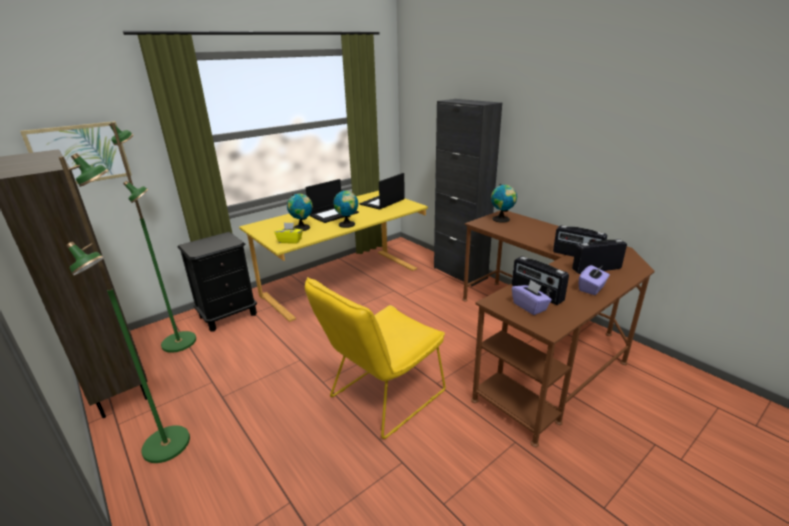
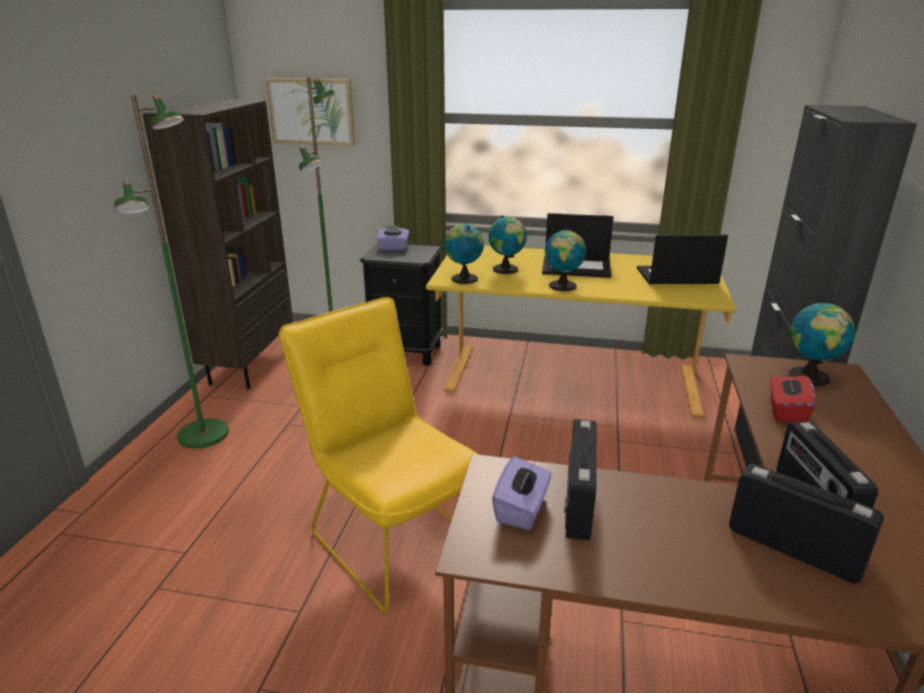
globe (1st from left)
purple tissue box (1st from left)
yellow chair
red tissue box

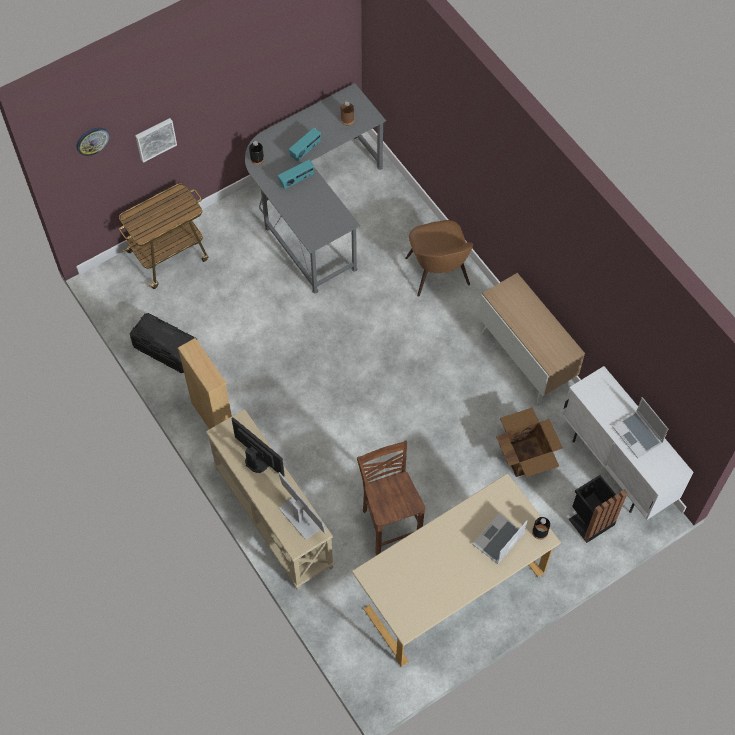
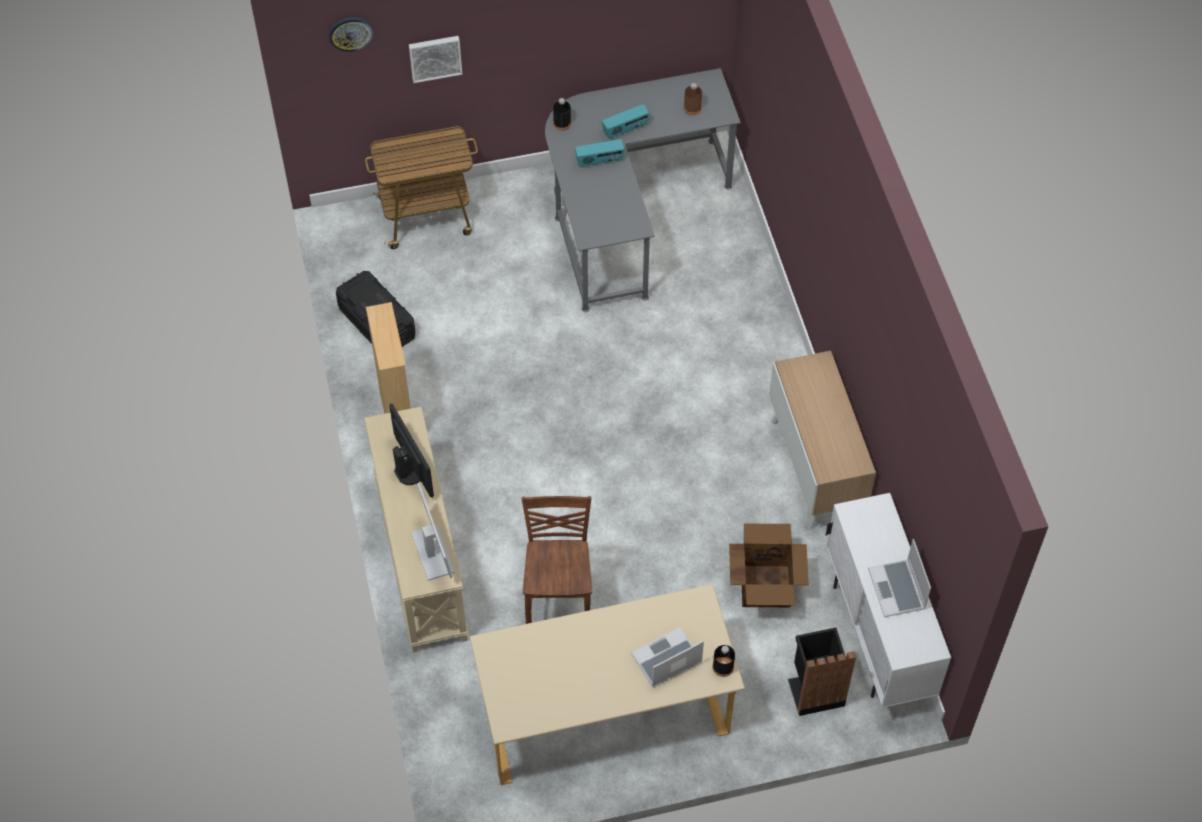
brown chair

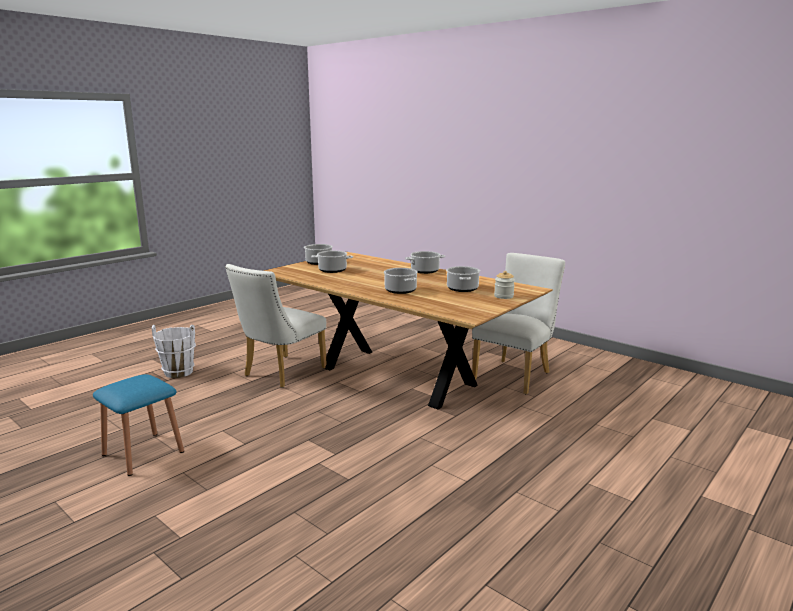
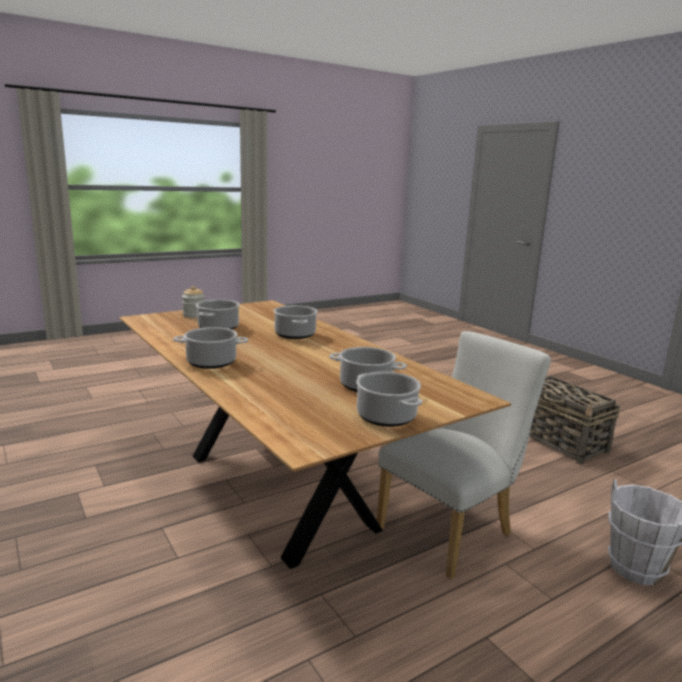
white chair (2nd from left in the first image)
basket

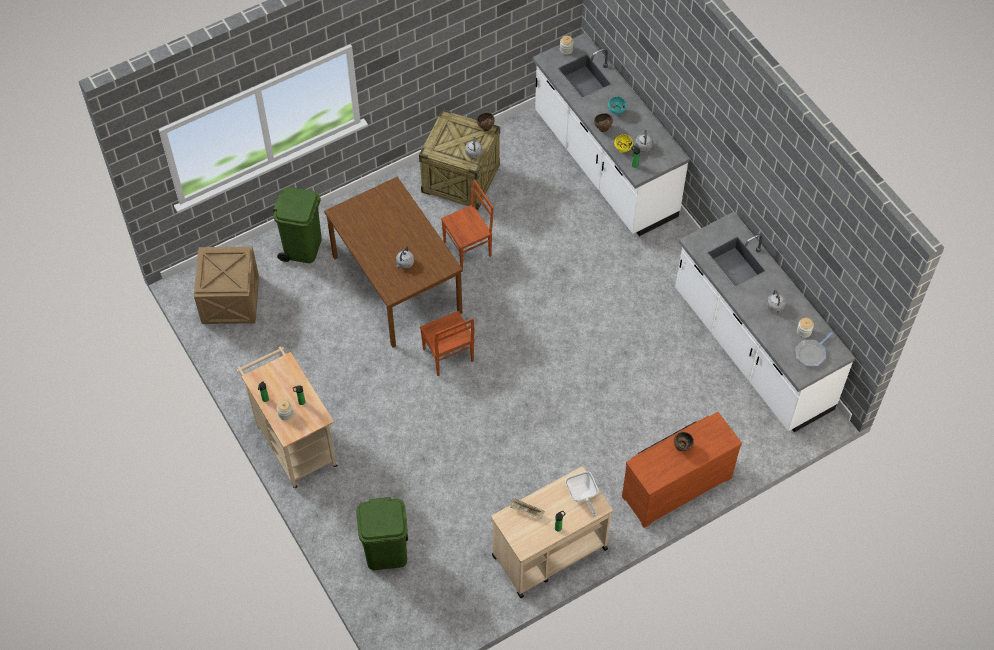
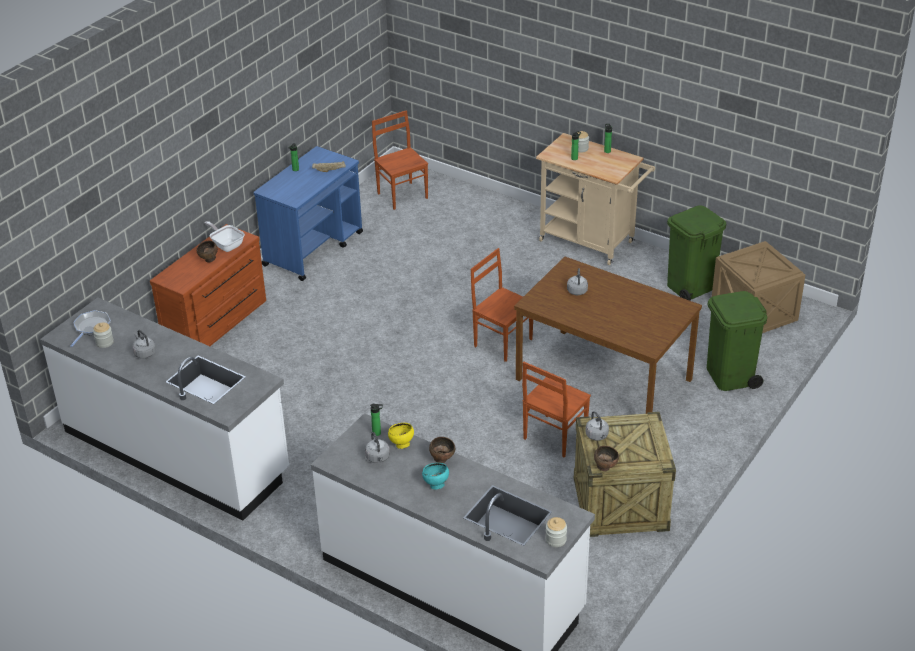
blue cart
frying pan (2nd from left)
green trash can (1st from left)
brown chair (1st from left)

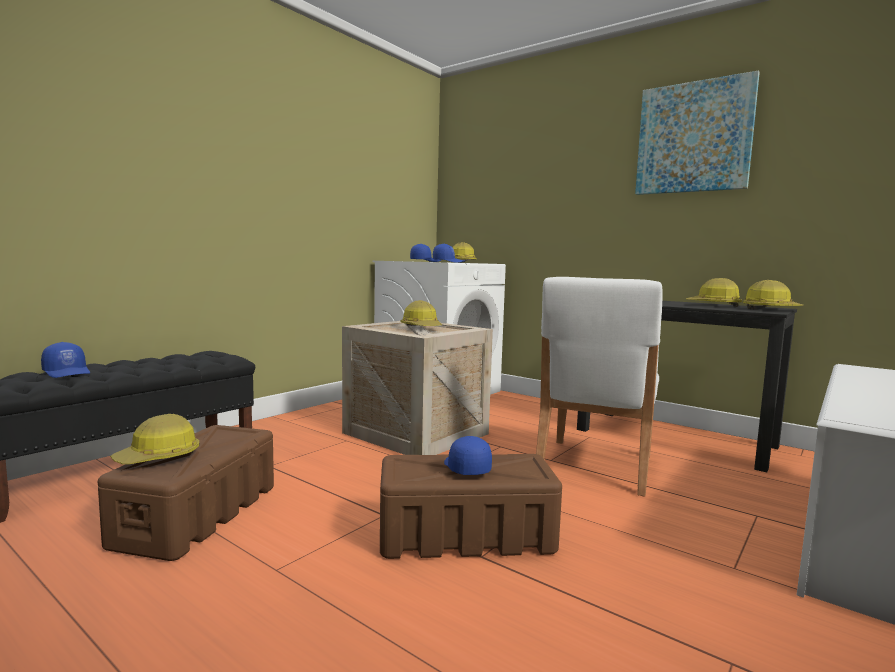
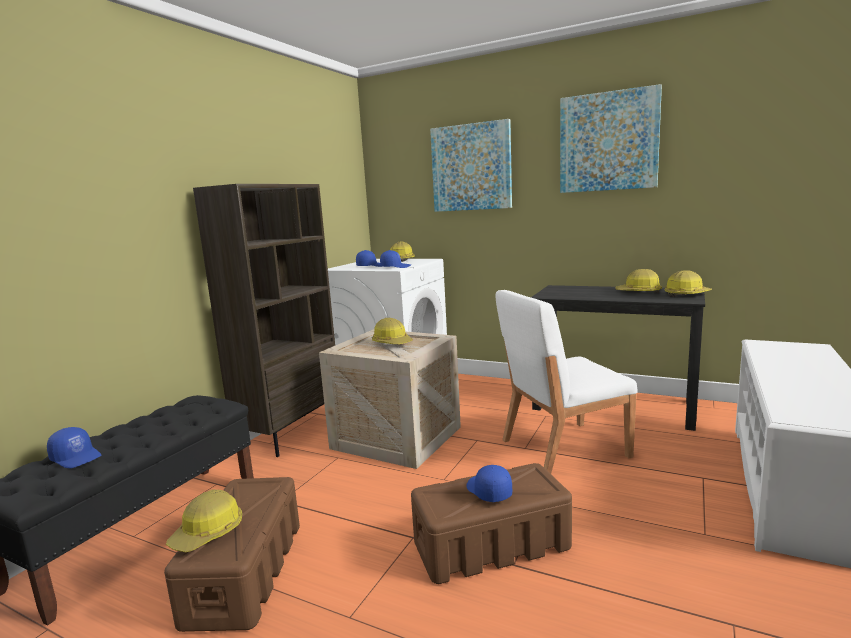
white chair
picture (1st from left)
brown bookcase

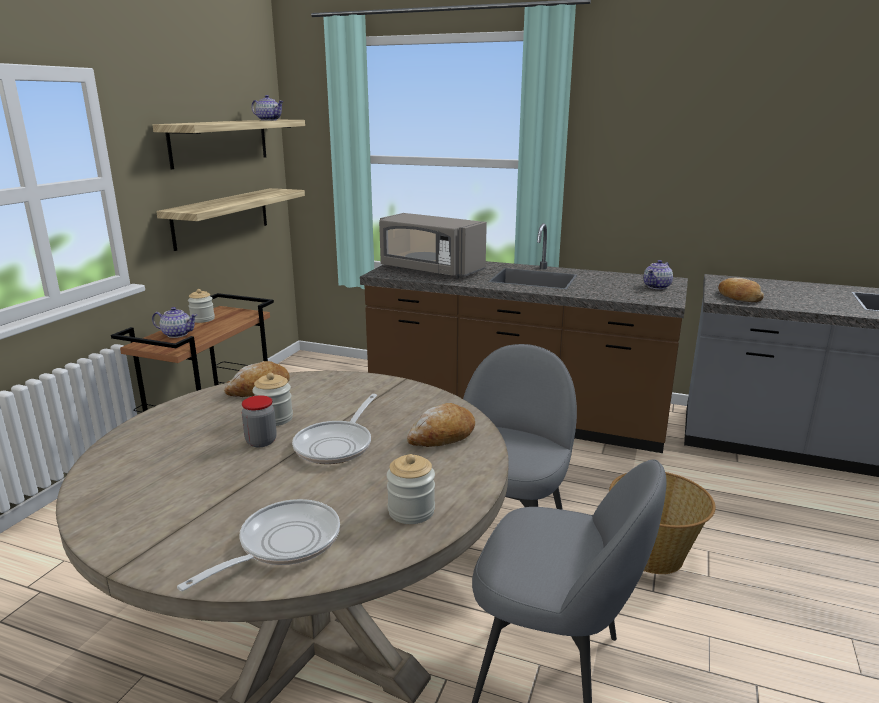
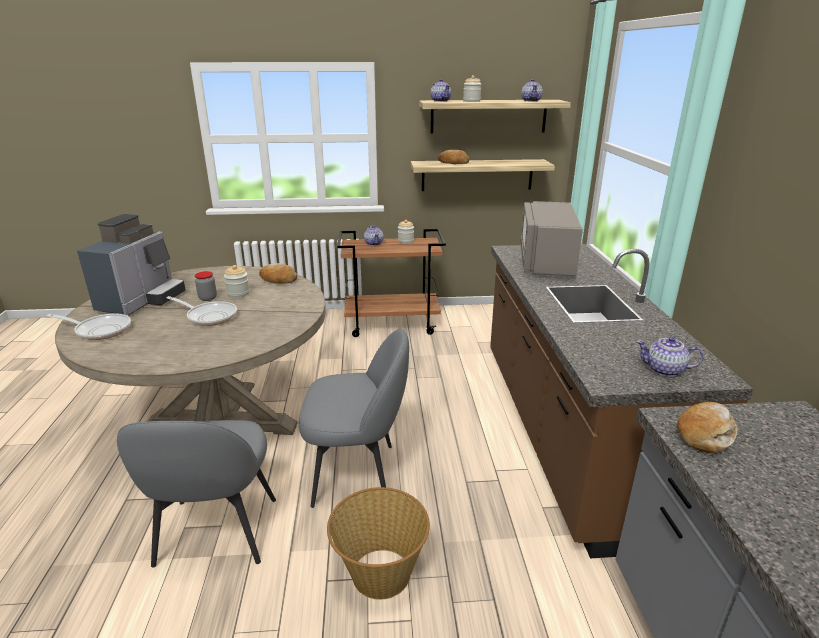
frying pan (2nd from left)
bread (2nd from left)
jar (4th from left)
teapot (2nd from left)
coffee machine

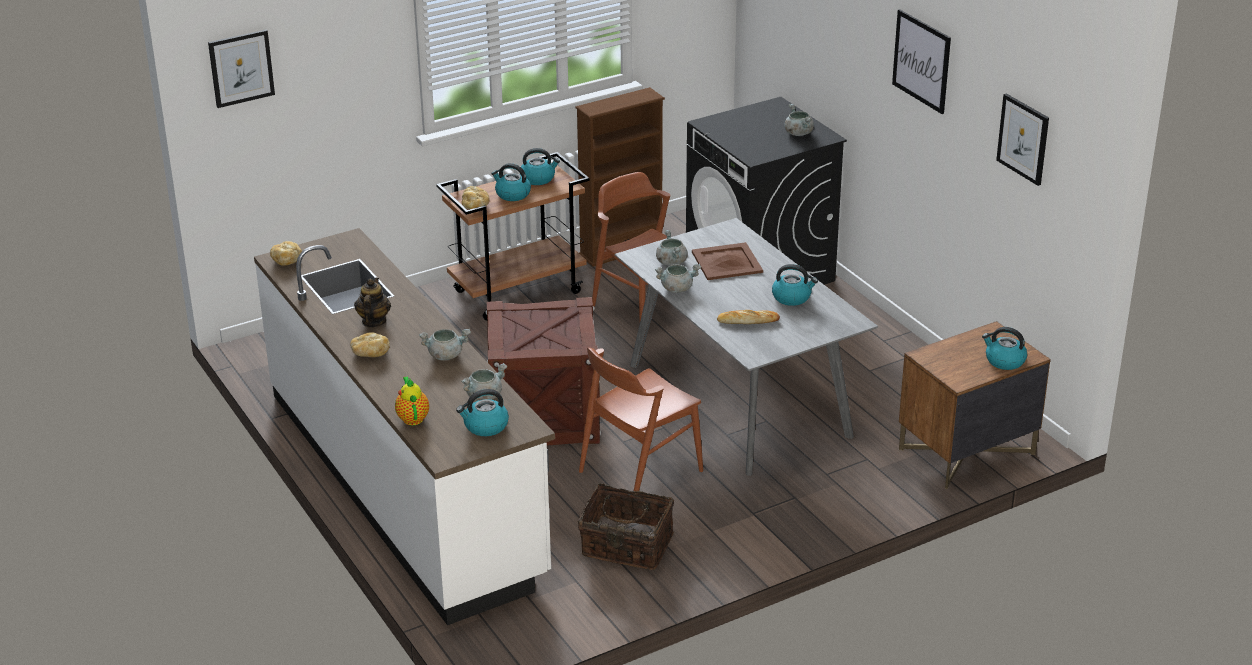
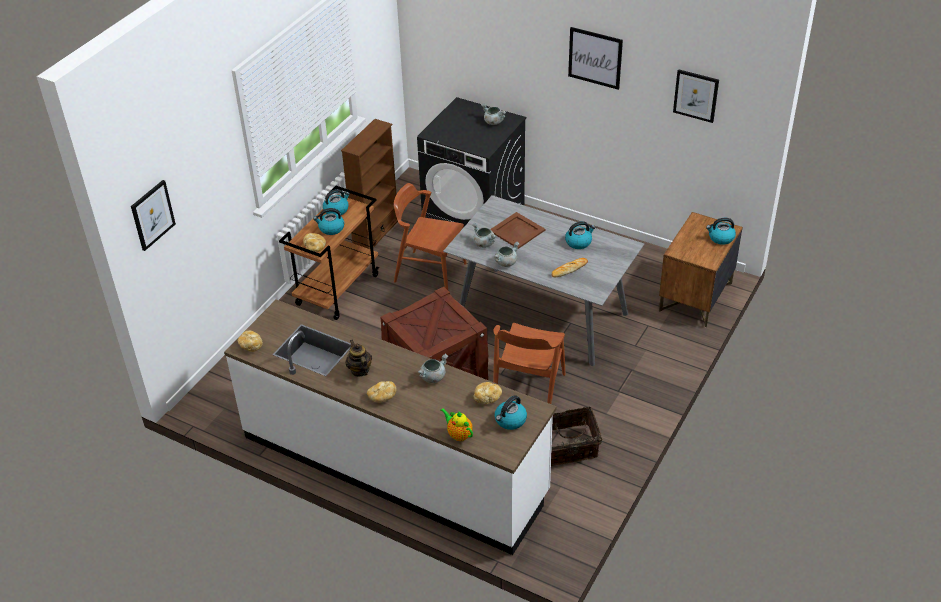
bread (4th from left)

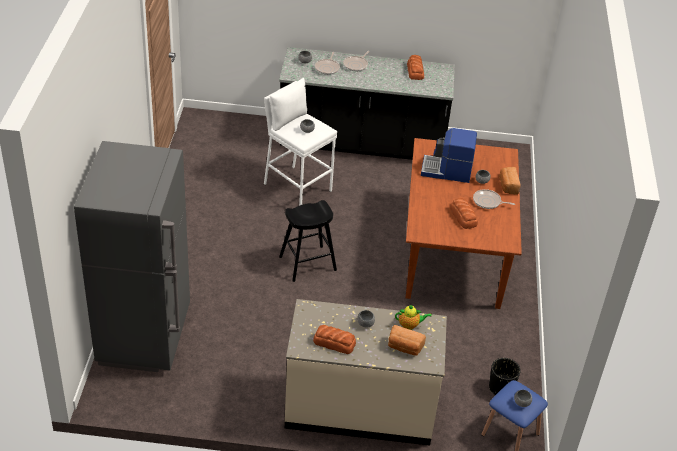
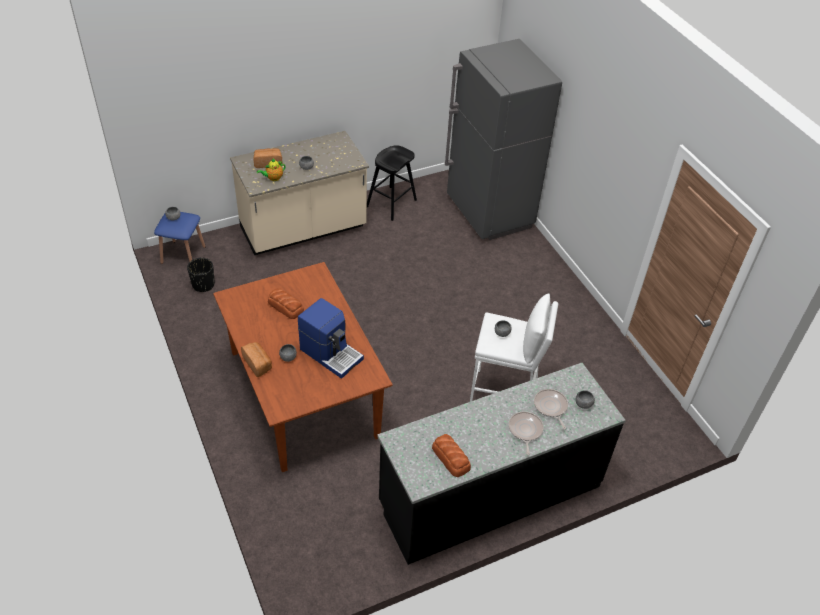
coffee machine
frying pan (3rd from left in the first image)
black stool
bread (1st from left in the first image)

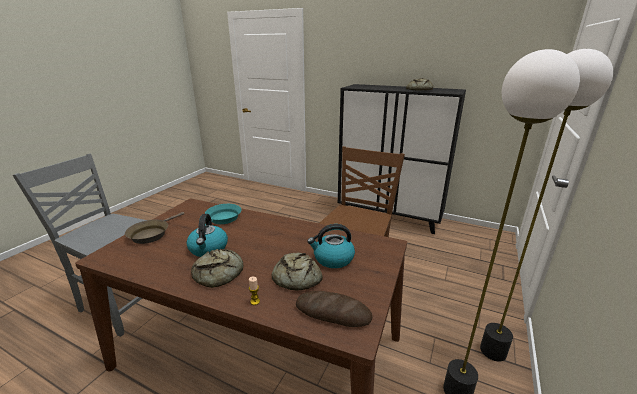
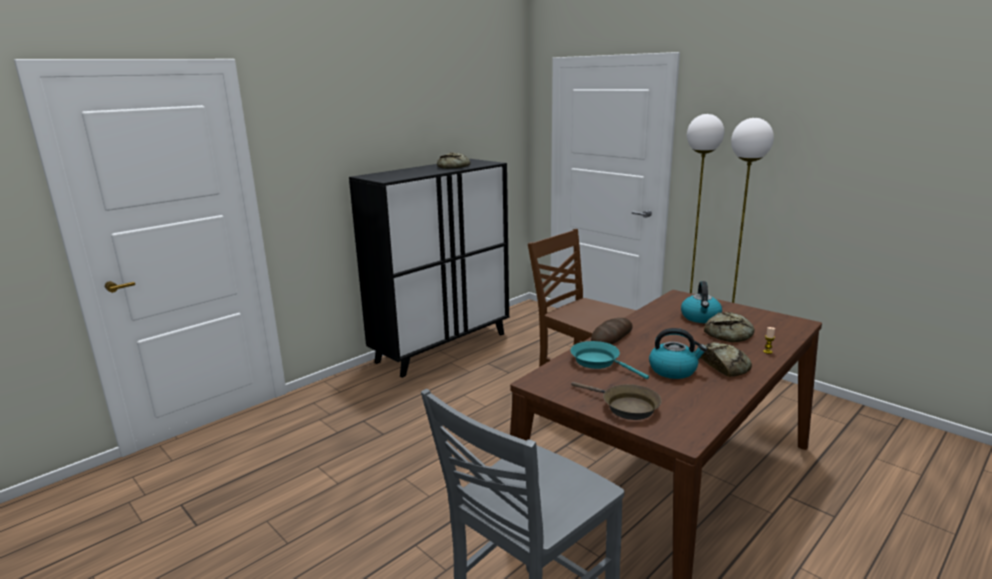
bread (2nd from left)

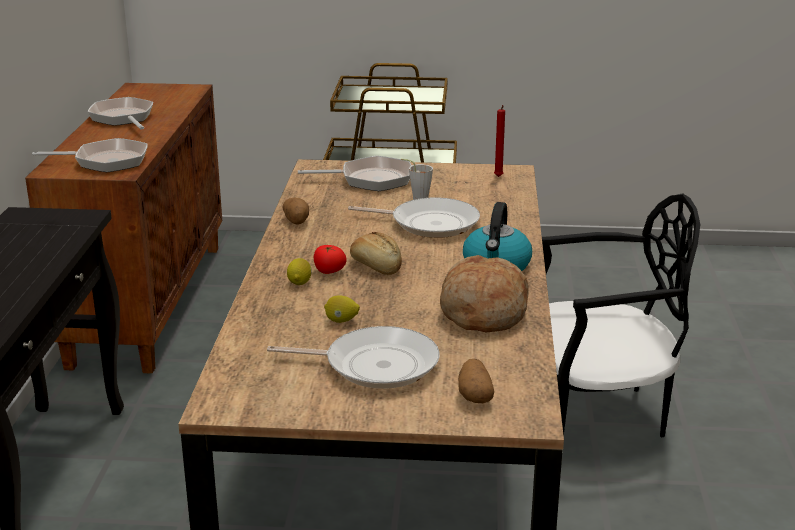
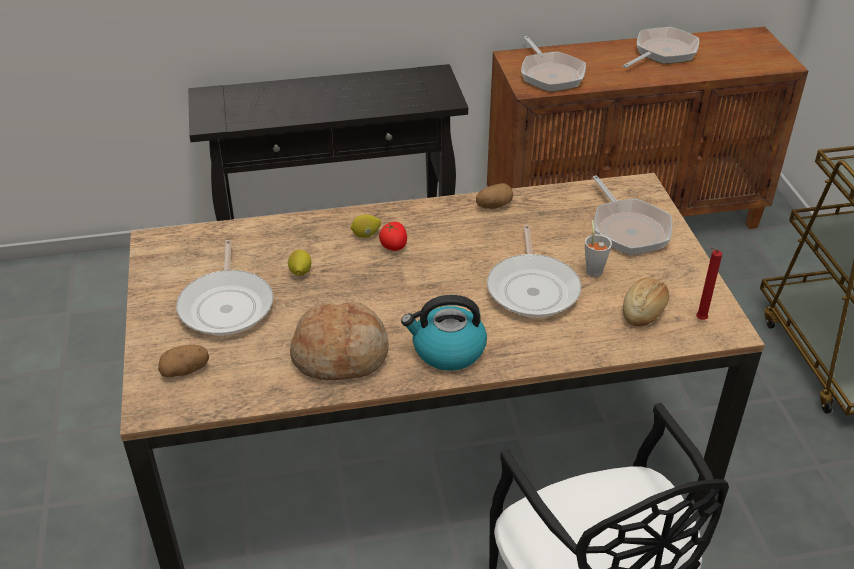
bread (2nd from left)

